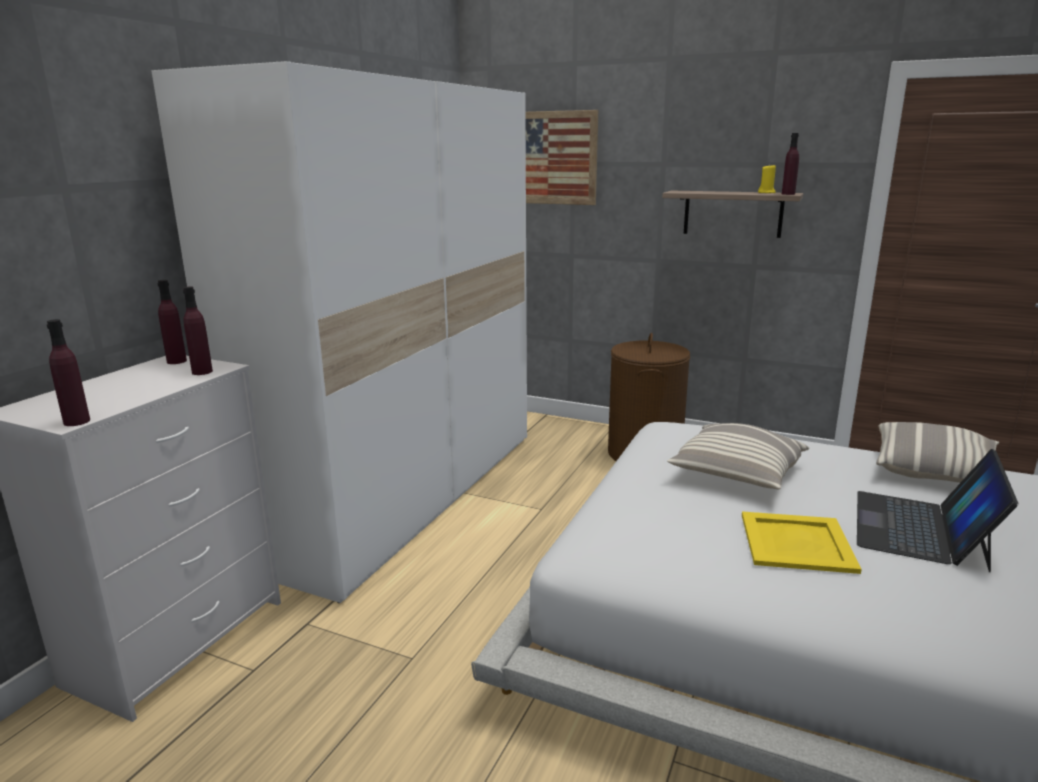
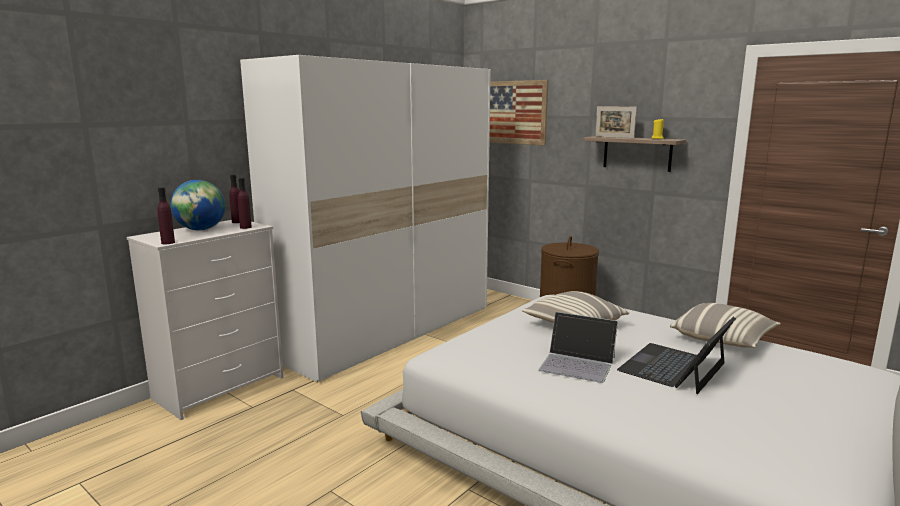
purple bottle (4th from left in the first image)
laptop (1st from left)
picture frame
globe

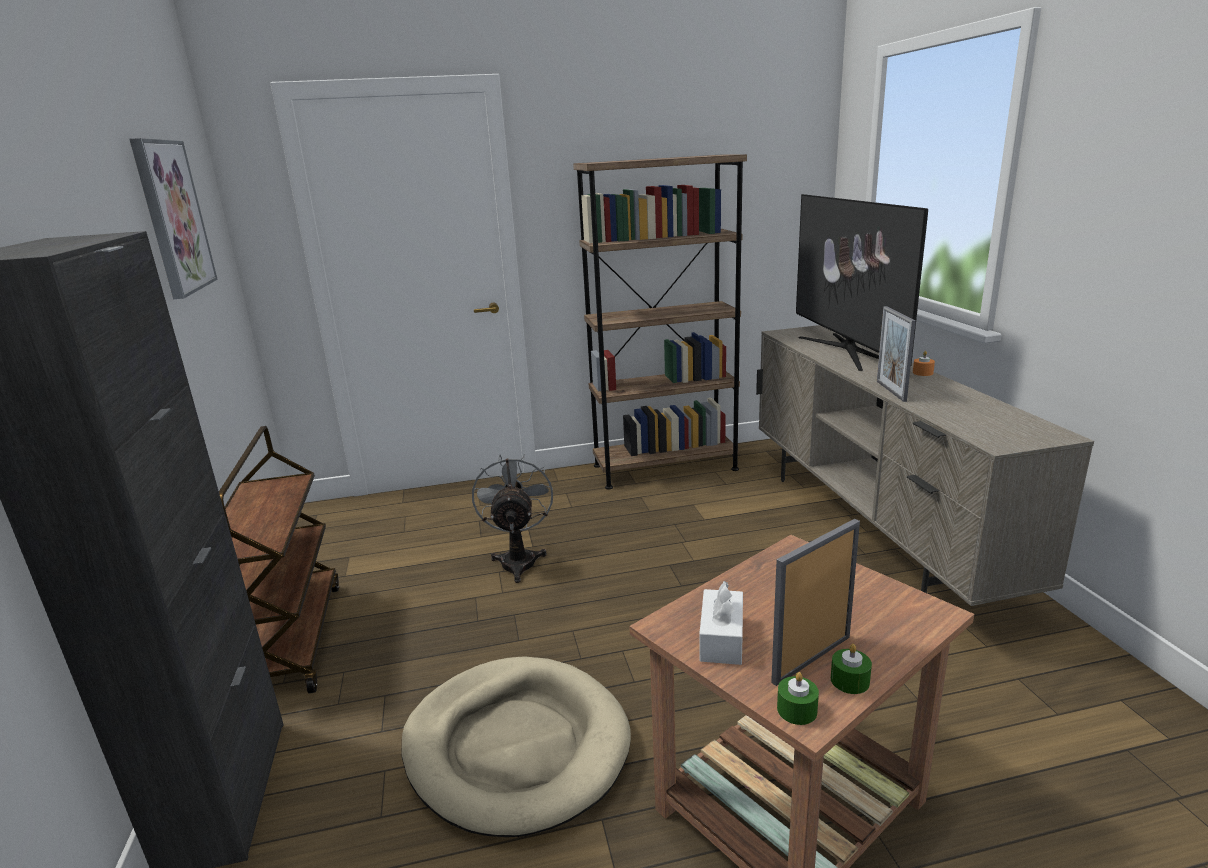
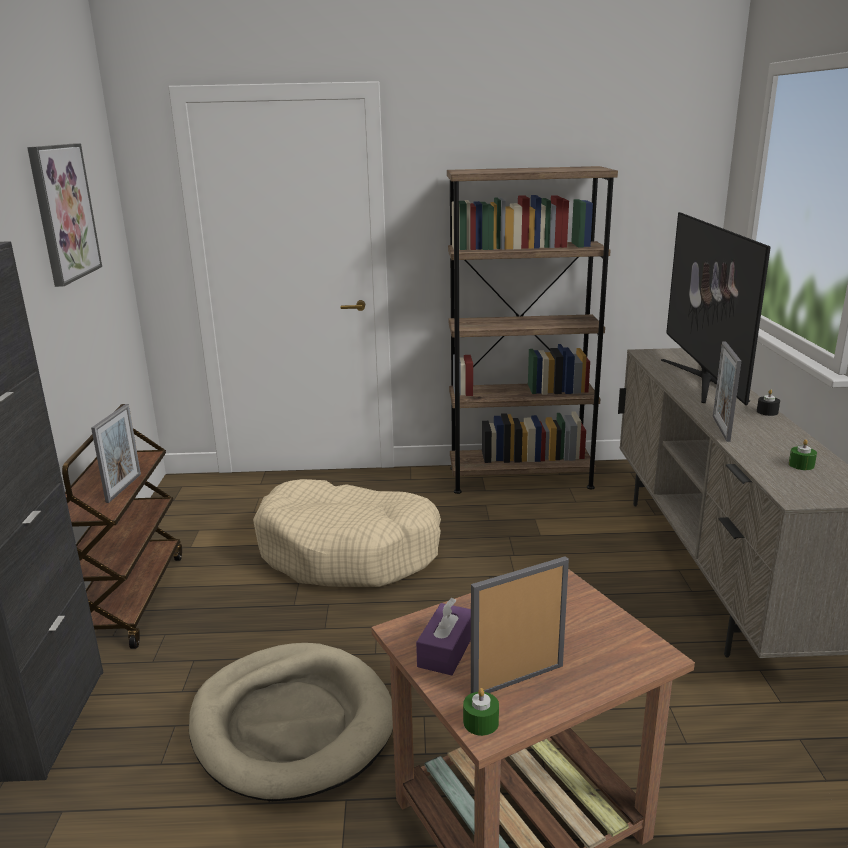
black candle
beige dog bed (2nd from left)
purple tissue box
green candle (2nd from left)
picture frame (1st from left)

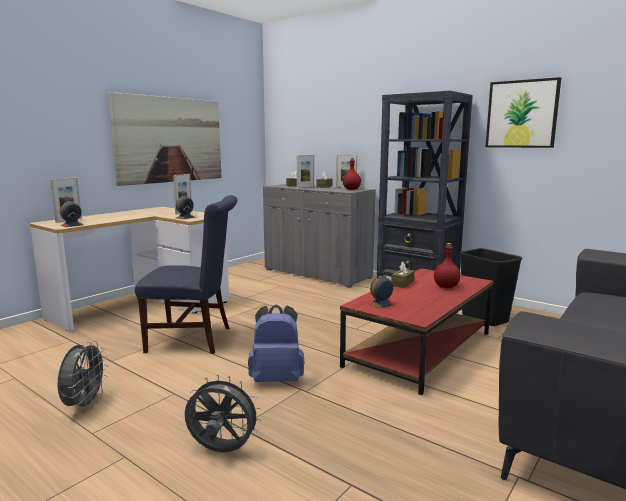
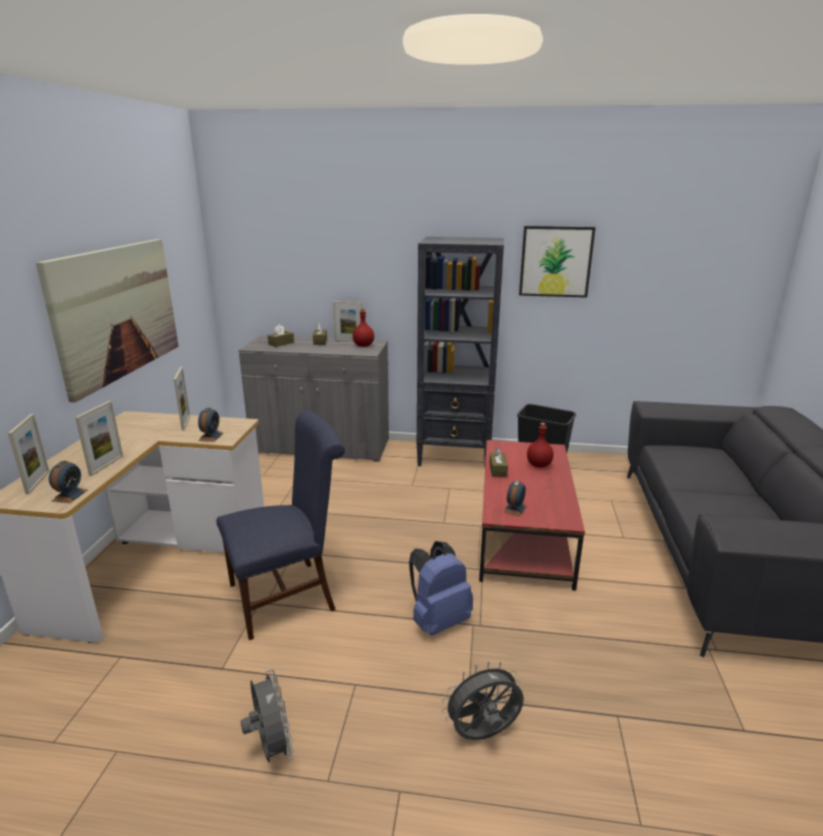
picture frame (2nd from left)

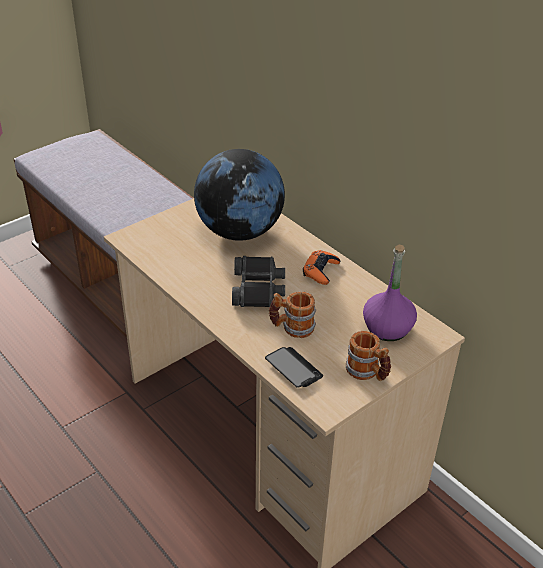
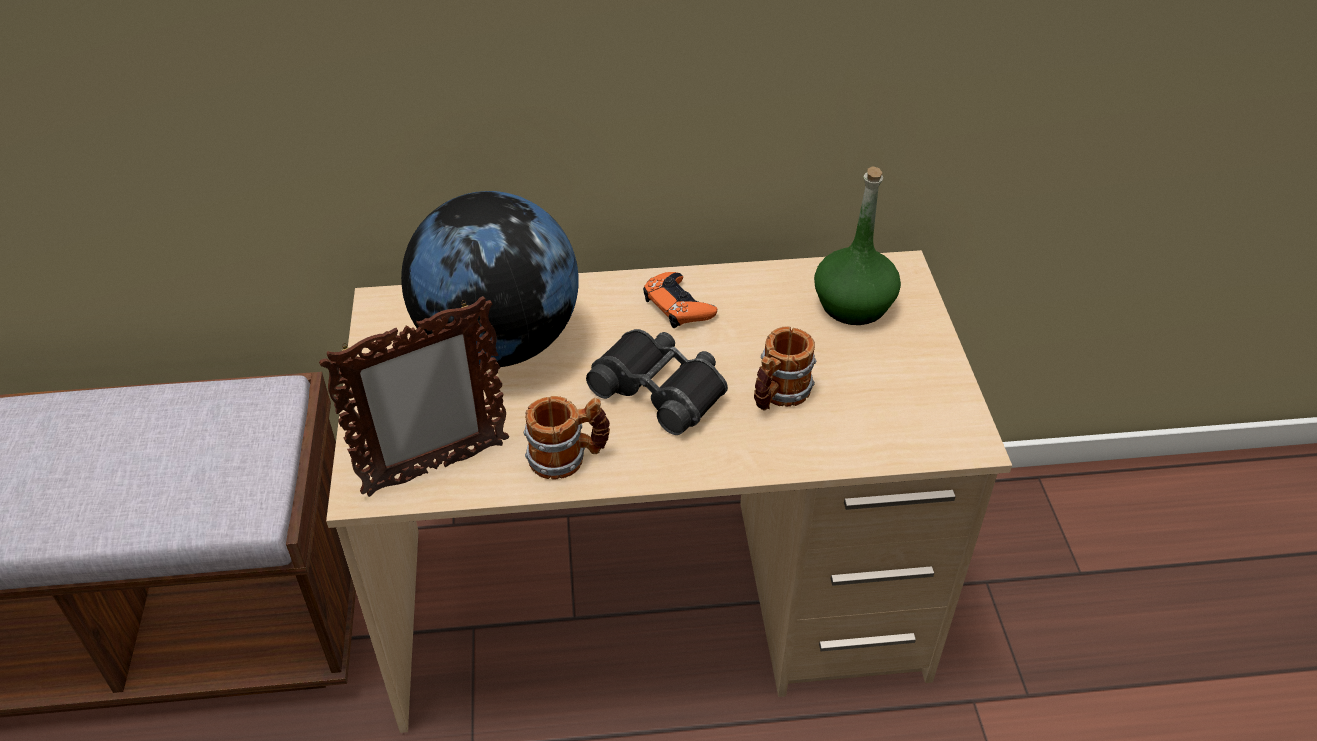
green bottle
mug (1st from left)
phone
picture frame

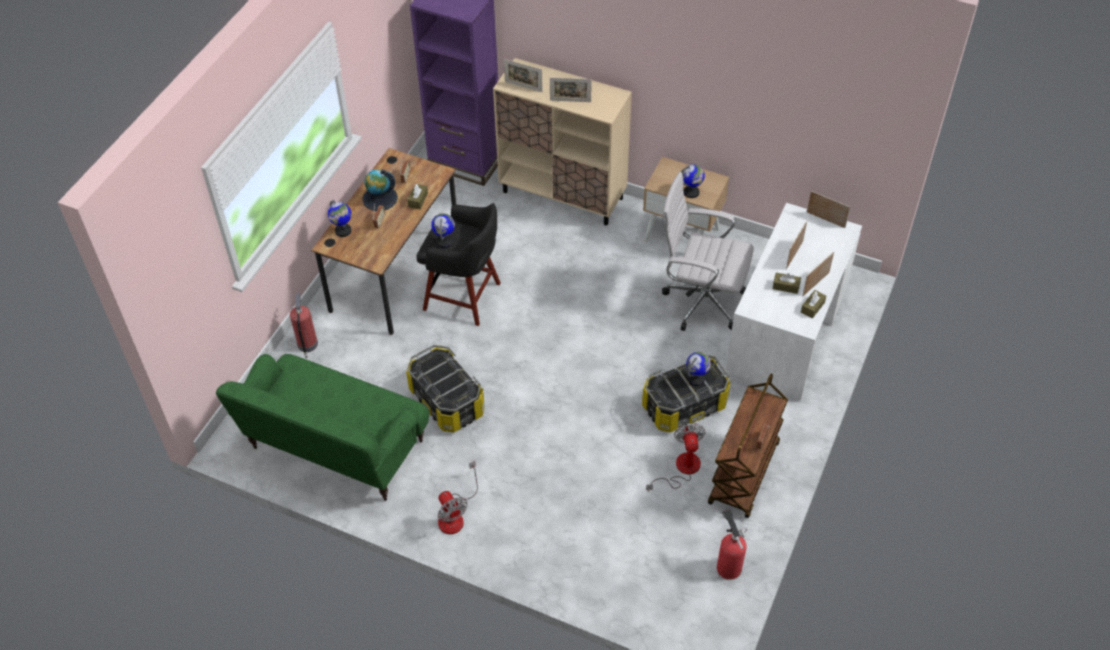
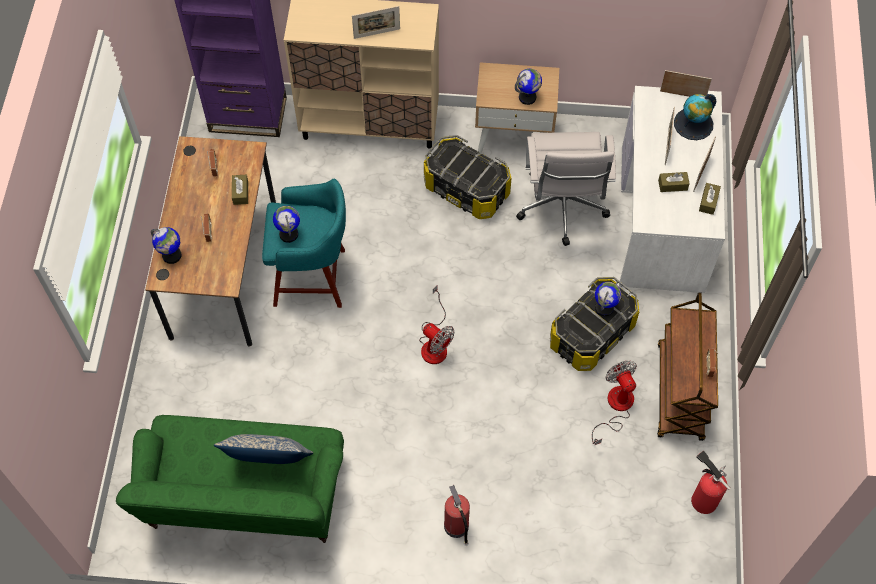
picture frame (1st from left in the first image)
globe (5th from left)
white office chair
turquoise stool
fire extinguisher (1st from left)
storage box (1st from left)
fan (1st from left)
pillow

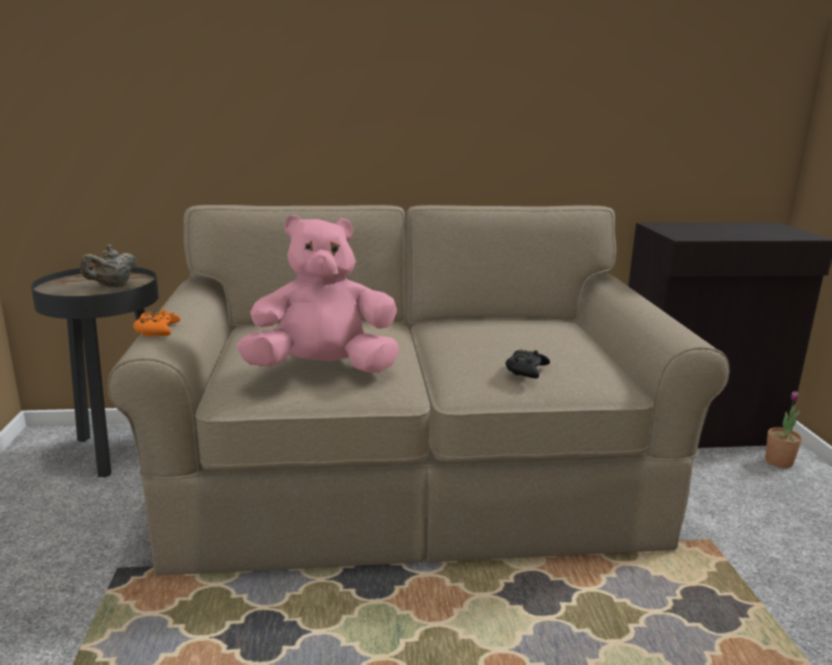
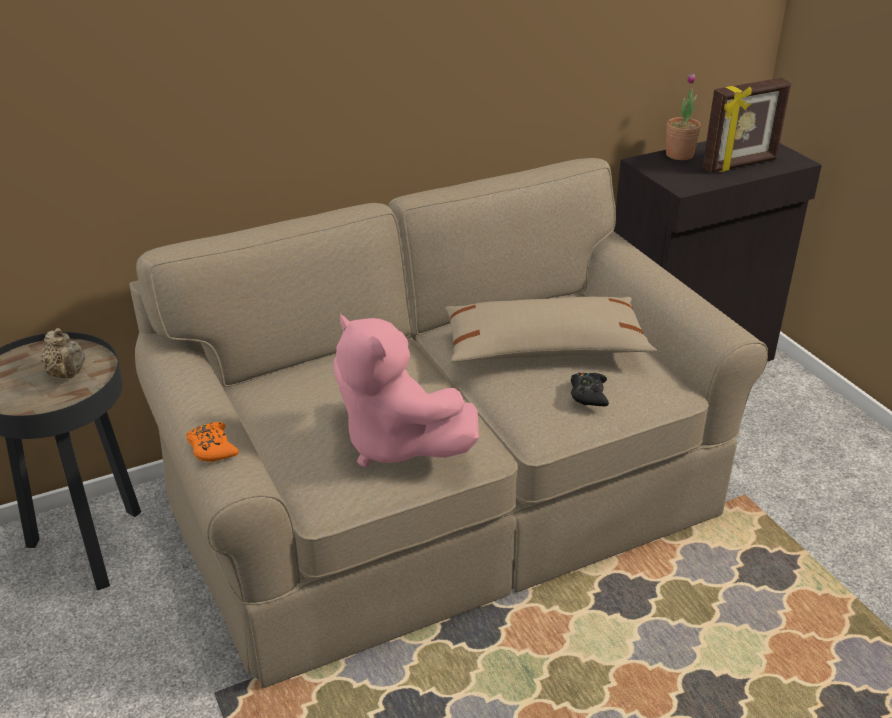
pink plush toy
beige teapot
potted plant
picture frame
beige pillow

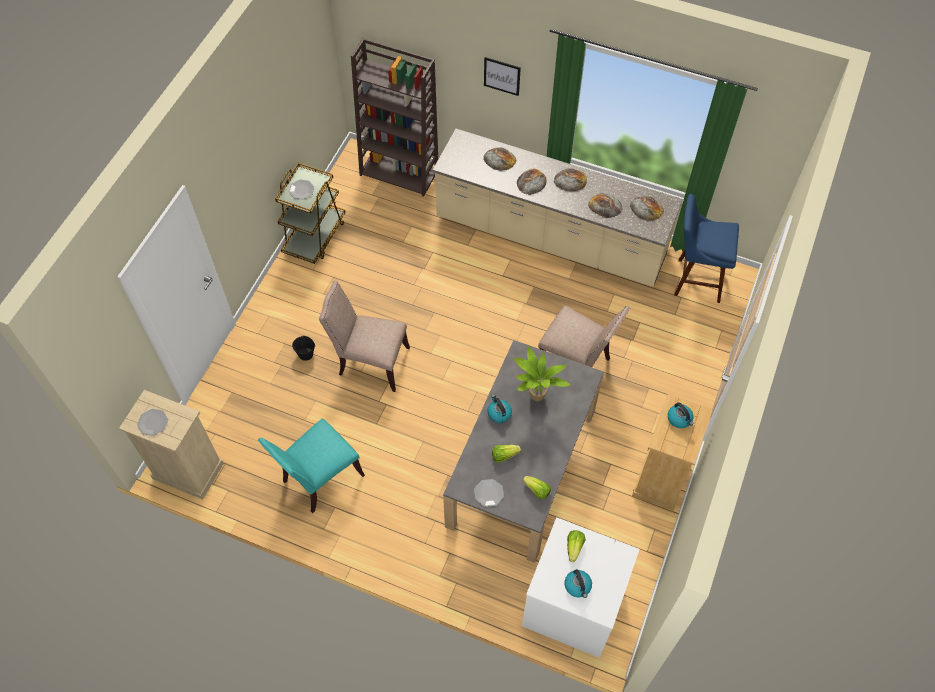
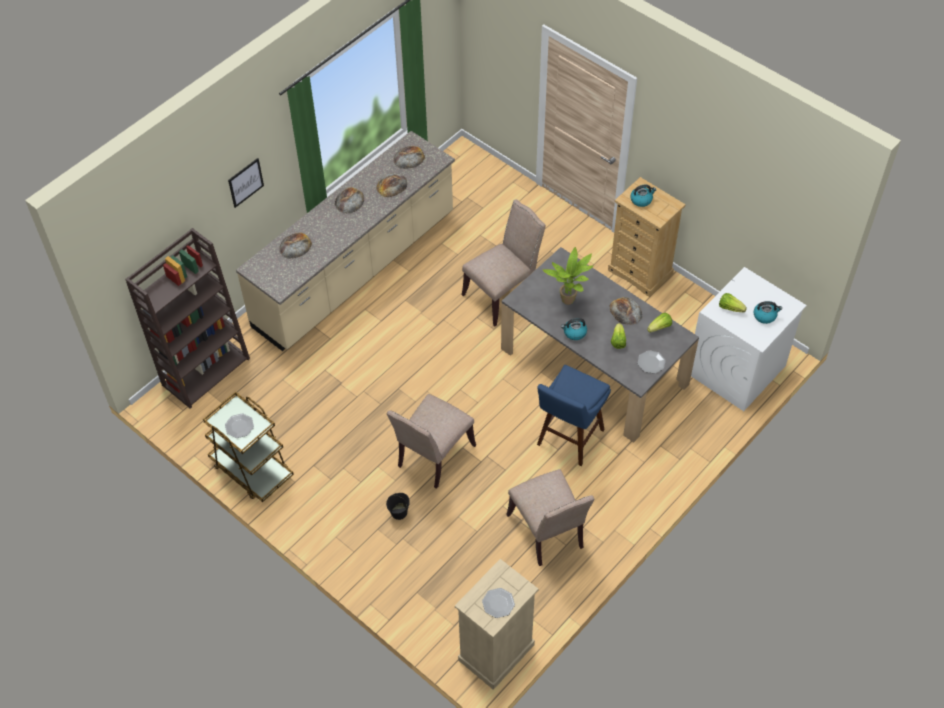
bread (5th from left)
blue stool
beige chair (3rd from left)

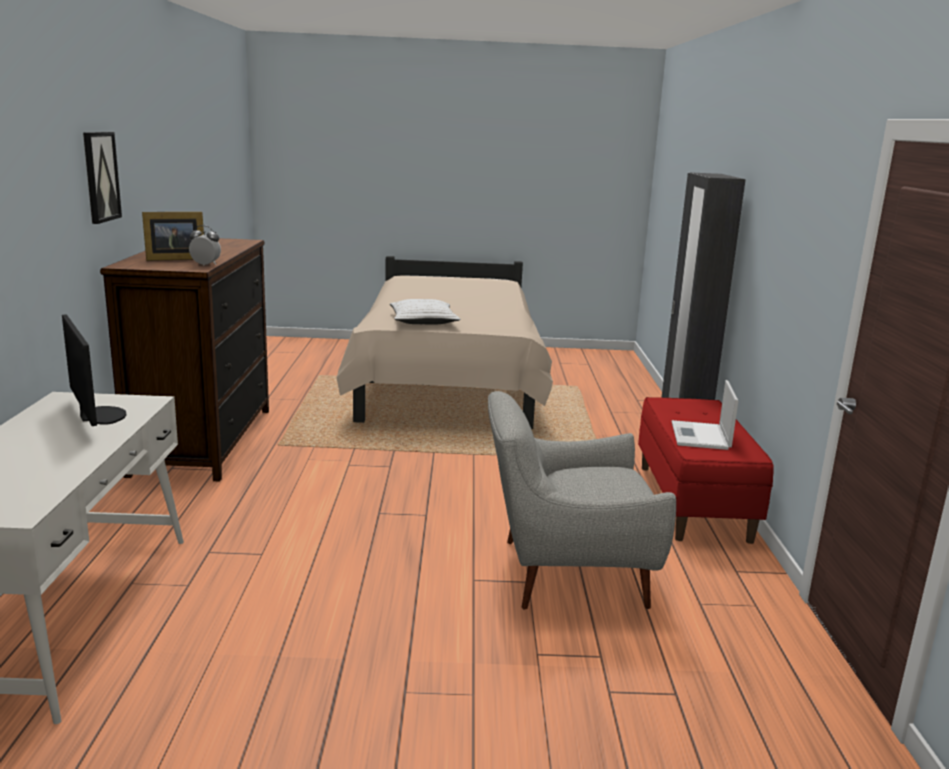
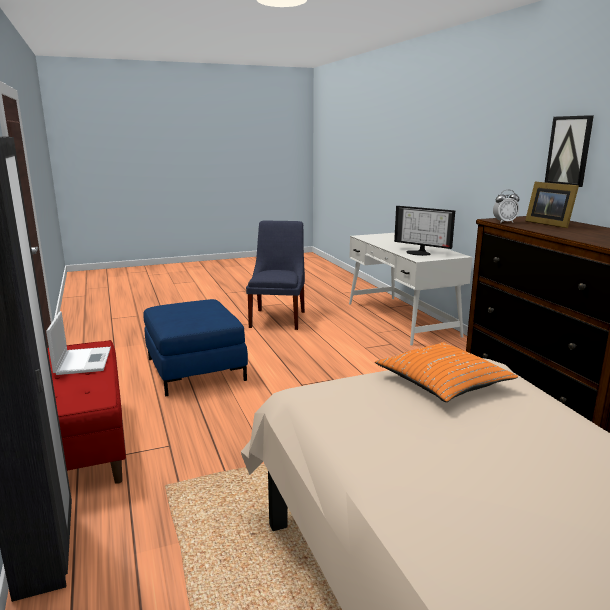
picture frame
orange pillow
blue ottoman
blue chair

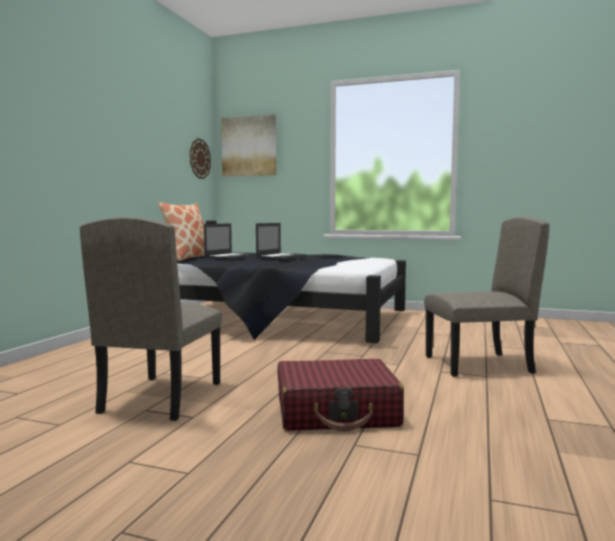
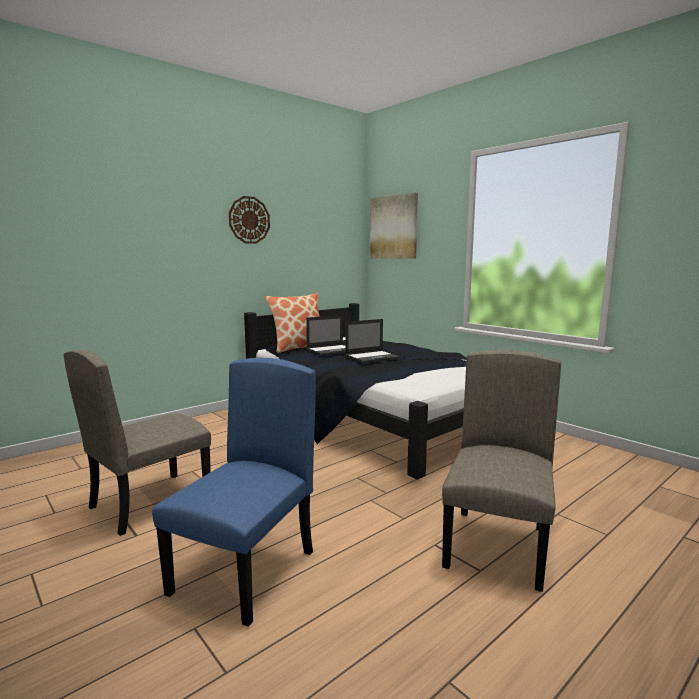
wall clock
beige chair (2nd from left)
blue chair

